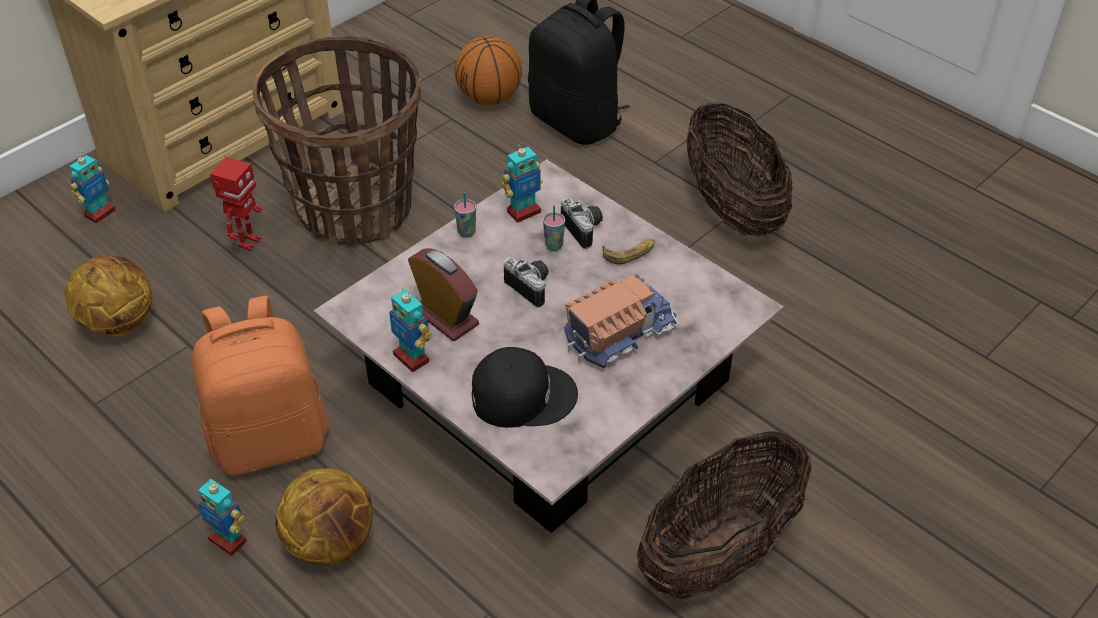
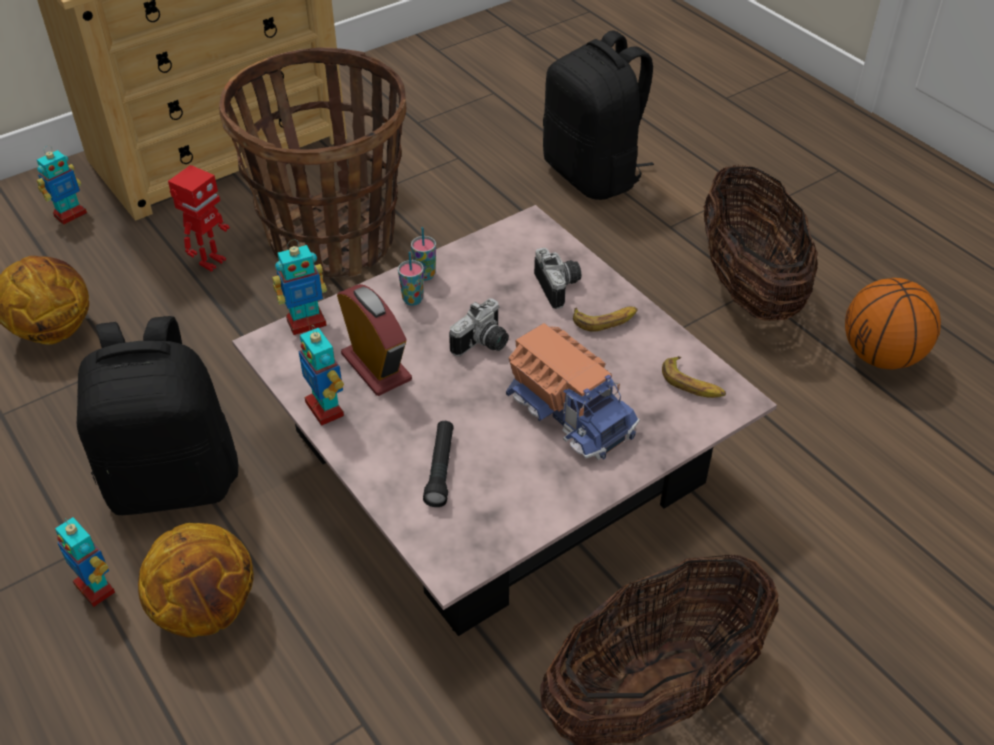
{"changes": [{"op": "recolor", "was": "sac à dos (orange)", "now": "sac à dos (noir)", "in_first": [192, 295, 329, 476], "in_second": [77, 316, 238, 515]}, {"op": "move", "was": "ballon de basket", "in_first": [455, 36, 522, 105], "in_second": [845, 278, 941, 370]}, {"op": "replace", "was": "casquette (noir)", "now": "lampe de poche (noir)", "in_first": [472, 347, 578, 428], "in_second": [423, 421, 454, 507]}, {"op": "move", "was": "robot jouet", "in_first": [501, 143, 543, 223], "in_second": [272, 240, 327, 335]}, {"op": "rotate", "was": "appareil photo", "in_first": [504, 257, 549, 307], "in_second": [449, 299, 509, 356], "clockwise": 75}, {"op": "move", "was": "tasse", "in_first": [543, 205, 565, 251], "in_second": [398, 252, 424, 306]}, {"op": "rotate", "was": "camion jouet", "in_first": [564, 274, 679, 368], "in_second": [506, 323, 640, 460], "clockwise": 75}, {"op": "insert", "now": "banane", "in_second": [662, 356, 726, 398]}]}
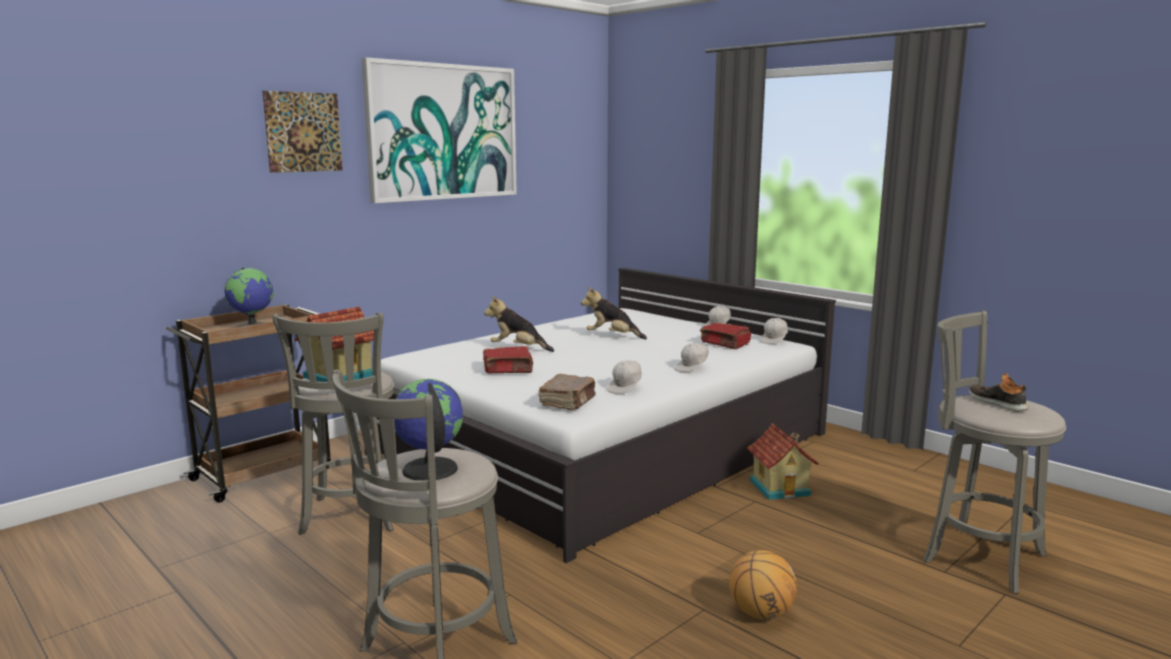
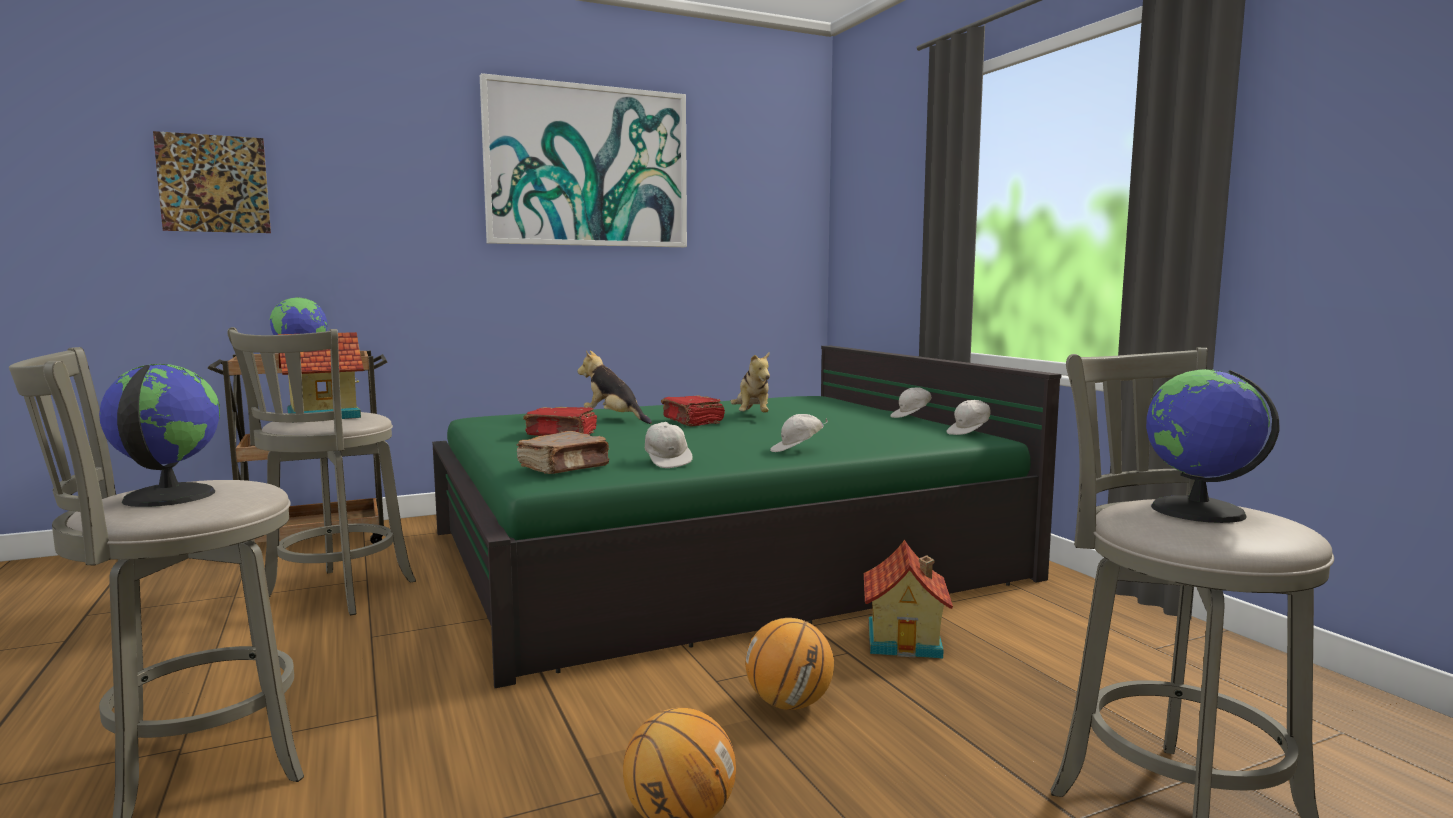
{"changes": [{"op": "move", "was": "tableau", "in_first": [262, 91, 342, 173], "in_second": [153, 131, 271, 233]}, {"op": "recolor", "was": "lit (blanc)", "now": "lit (vert)", "in_first": [364, 268, 836, 563], "in_second": [432, 346, 1061, 688]}, {"op": "rotate", "was": "peluche", "in_first": [581, 287, 647, 340], "in_second": [730, 352, 770, 412], "clockwise": -135}, {"op": "rotate", "was": "casquette (blanc)", "in_first": [607, 360, 642, 394], "in_second": [645, 422, 693, 468], "clockwise": -75}, {"op": "move", "was": "livre (rouge)", "in_first": [700, 323, 751, 349], "in_second": [661, 396, 725, 426]}, {"op": "replace", "was": "chaussure", "now": "globe", "in_first": [969, 373, 1029, 412], "in_second": [1146, 369, 1279, 523]}, {"op": "insert", "now": "ballon de basket", "in_second": [745, 618, 834, 710]}]}
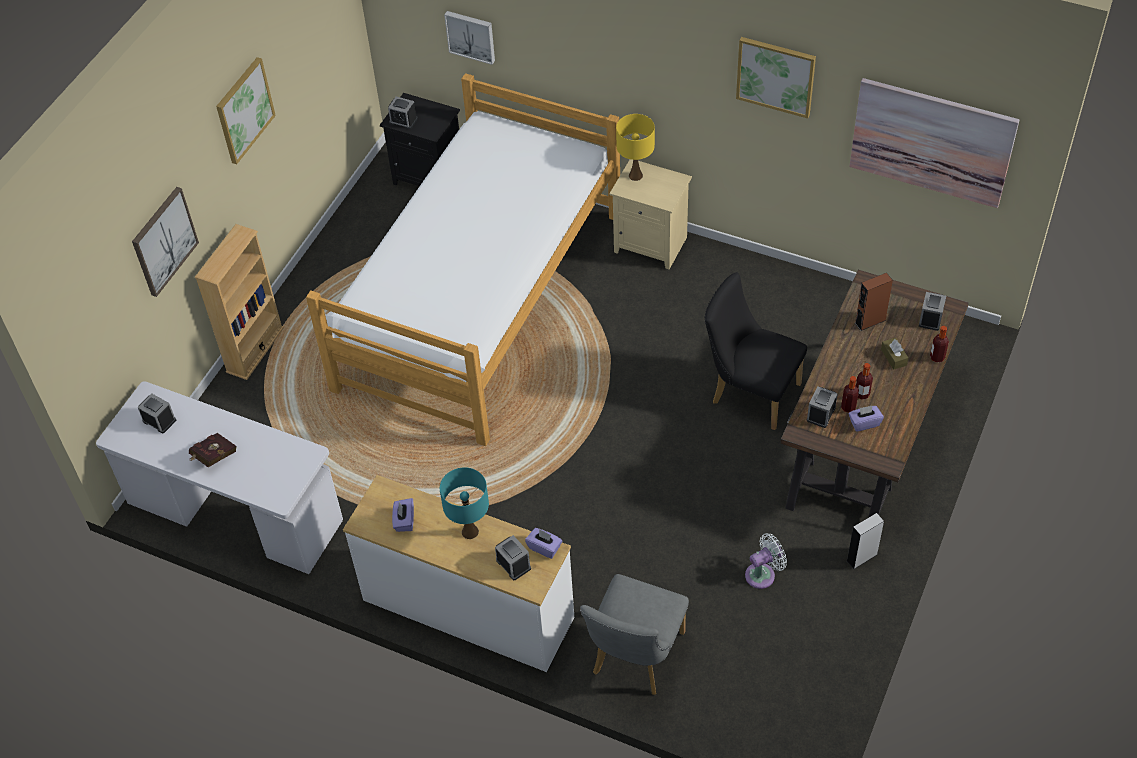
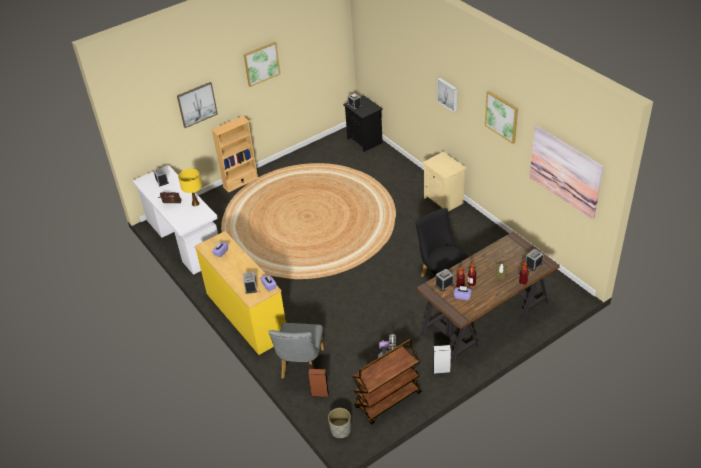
{"changes": [{"op": "delete", "was": "lit", "in_first": [306, 73, 620, 446]}, {"op": "recolor", "was": "commode (blanc)", "now": "commode (jaune)", "in_first": [343, 475, 574, 672], "in_second": [195, 231, 286, 355]}, {"op": "delete", "was": "lampe de table (turquoise)", "in_first": [440, 467, 489, 539]}, {"op": "move", "was": "tableau", "in_first": [444, 11, 495, 65], "in_second": [437, 78, 457, 112]}, {"op": "rotate", "was": "chaise (gris)", "in_first": [580, 574, 689, 695], "in_second": [268, 323, 324, 379], "clockwise": -45}, {"op": "move", "was": "lampe de table (jaune)", "in_first": [616, 114, 655, 181], "in_second": [178, 169, 202, 206]}, {"op": "move", "was": "enceinte (marron)", "in_first": [855, 273, 893, 331], "in_second": [308, 369, 329, 397]}, {"op": "insert", "now": "cache-pot (gris)", "in_second": [328, 408, 351, 438]}, {"op": "insert", "now": "chariot (marron)", "in_second": [352, 339, 421, 425]}]}
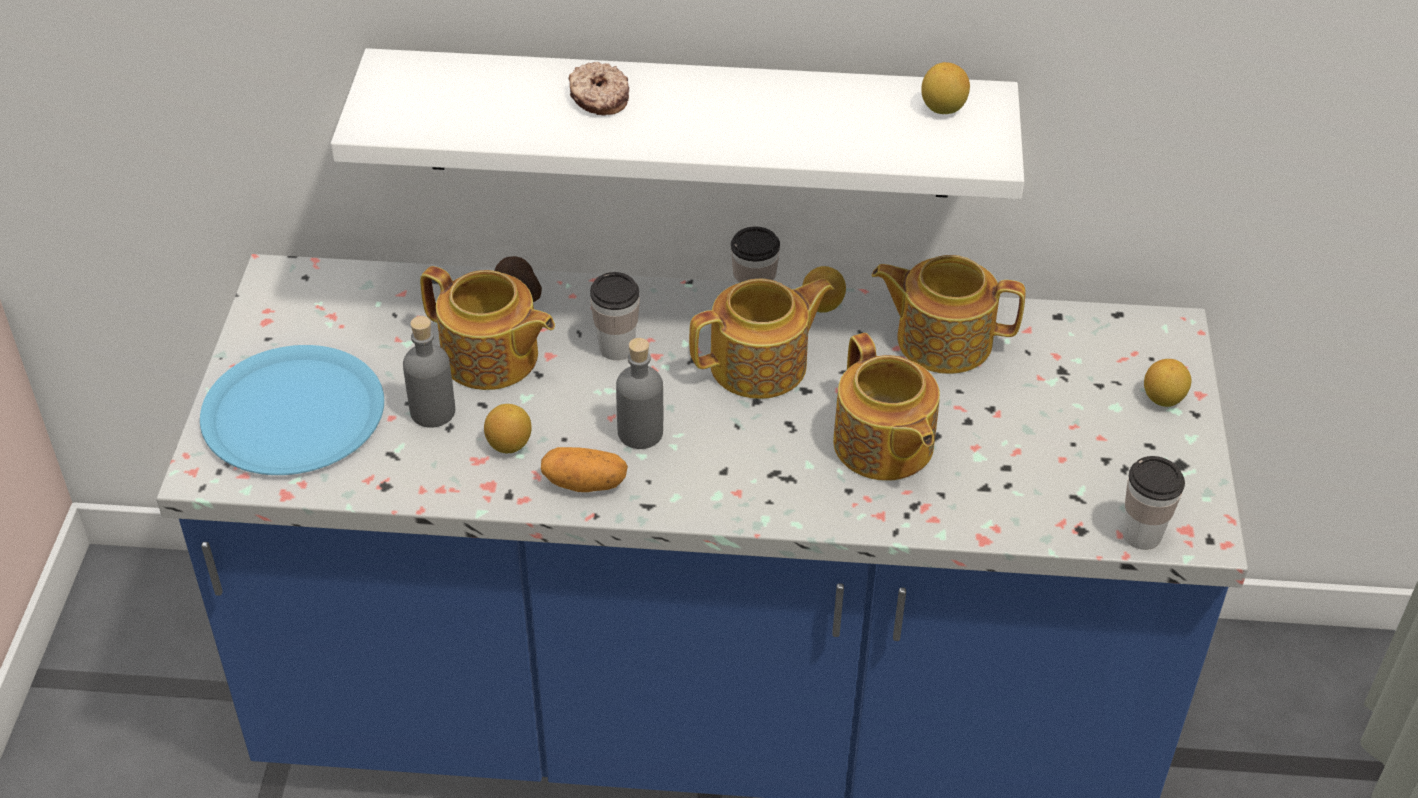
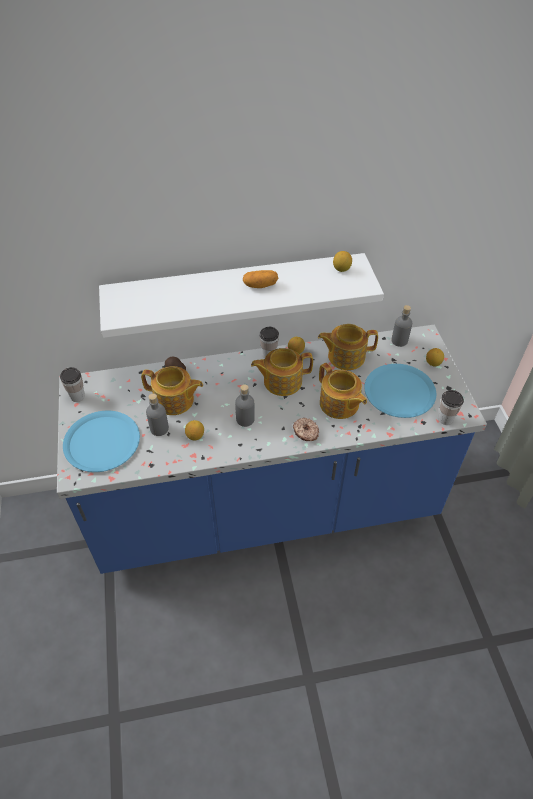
{"changes": [{"op": "move", "was": "pomme de terre", "in_first": [541, 447, 628, 492], "in_second": [243, 270, 279, 288]}, {"op": "move", "was": "beignet", "in_first": [568, 62, 629, 116], "in_second": [293, 418, 319, 441]}, {"op": "move", "was": "tasse", "in_first": [590, 272, 640, 360], "in_second": [60, 367, 85, 402]}, {"op": "rotate", "was": "théière", "in_first": [689, 278, 834, 399], "in_second": [251, 348, 313, 396], "clockwise": -150}, {"op": "insert", "now": "assiette (bleu)", "in_second": [364, 364, 436, 418]}, {"op": "insert", "now": "bouteille (gris)", "in_second": [391, 305, 412, 347]}]}
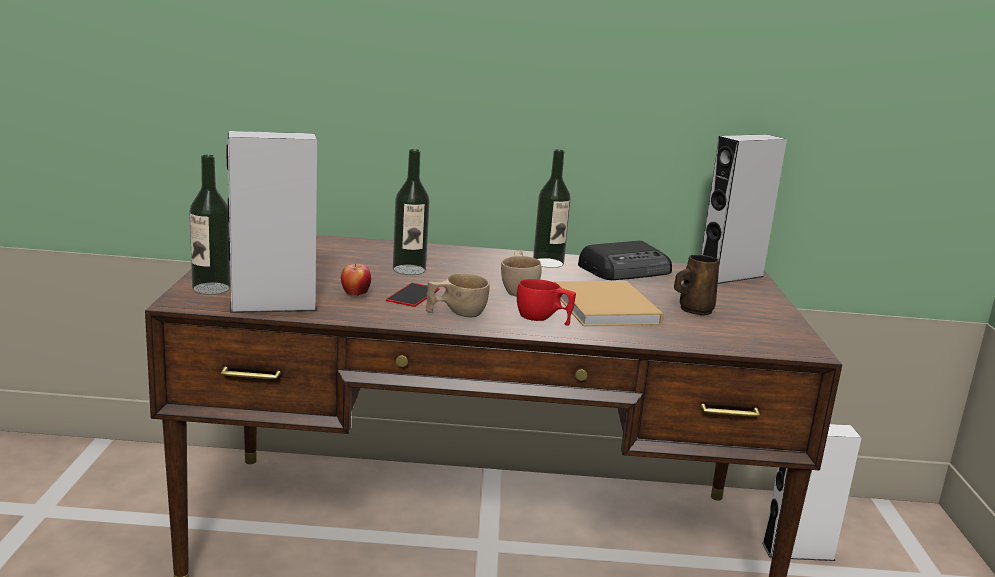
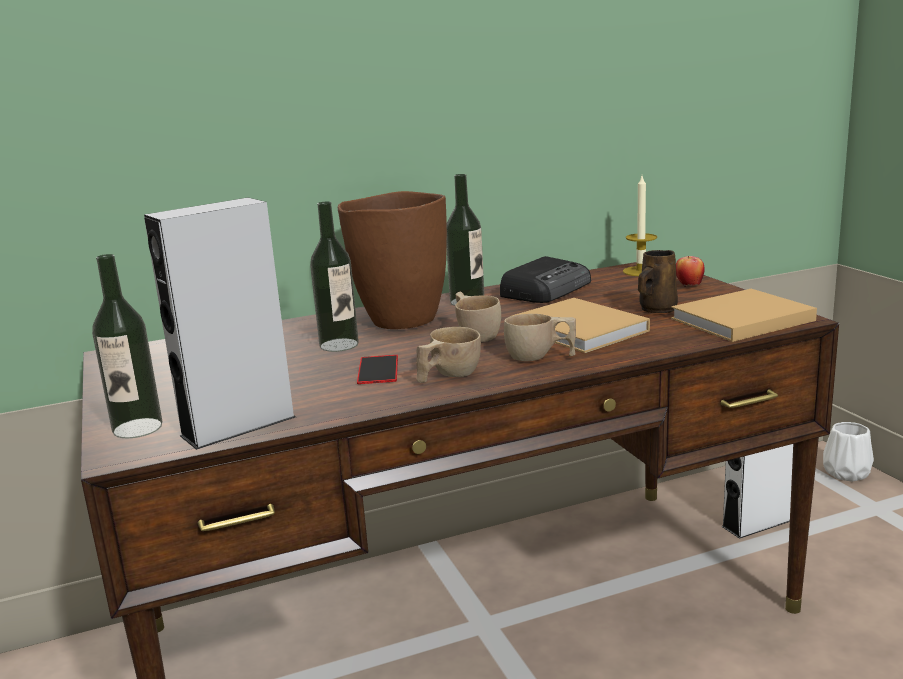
{"changes": [{"op": "move", "was": "pomme", "in_first": [341, 264, 371, 296], "in_second": [676, 256, 705, 287]}, {"op": "recolor", "was": "tasse (rouge)", "now": "tasse (beige)", "in_first": [517, 279, 576, 325], "in_second": [504, 314, 576, 361]}, {"op": "replace", "was": "enceinte (gris)", "now": "bougie", "in_first": [701, 134, 787, 284], "in_second": [623, 176, 657, 276]}, {"op": "insert", "now": "vase (marron)", "in_second": [338, 191, 447, 329]}, {"op": "insert", "now": "livre (beige)", "in_second": [671, 289, 817, 342]}, {"op": "insert", "now": "vase (blanc)", "in_second": [823, 422, 874, 482]}]}
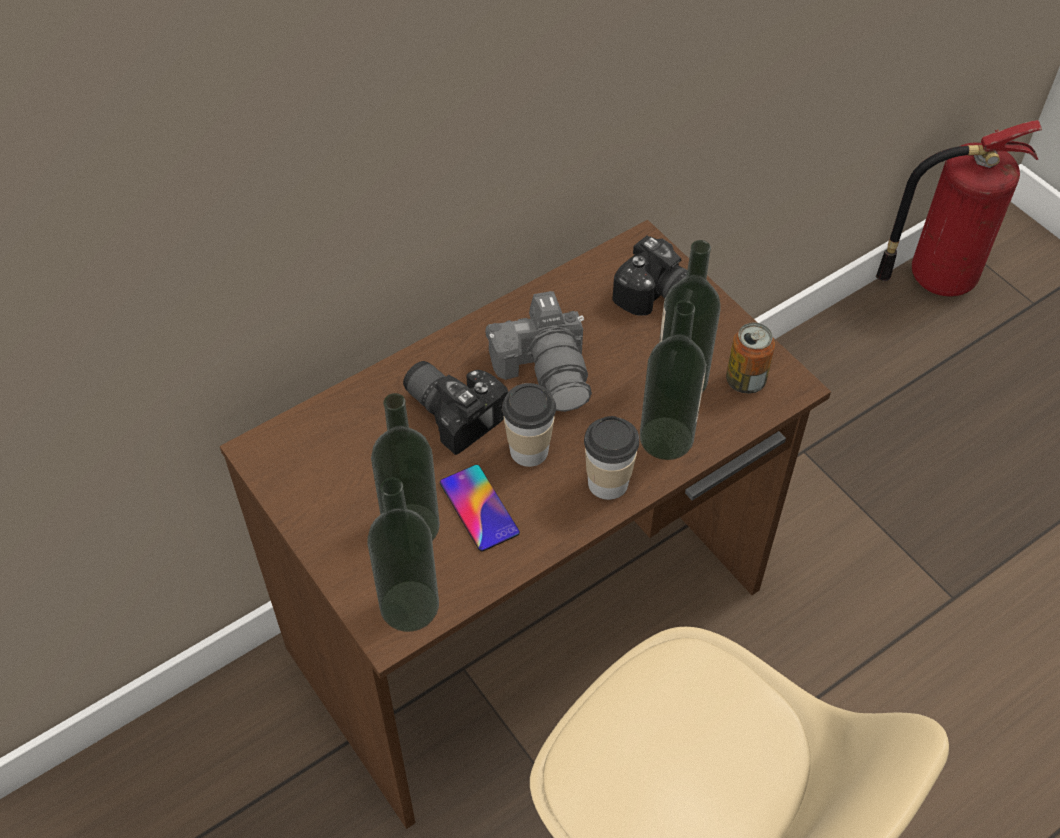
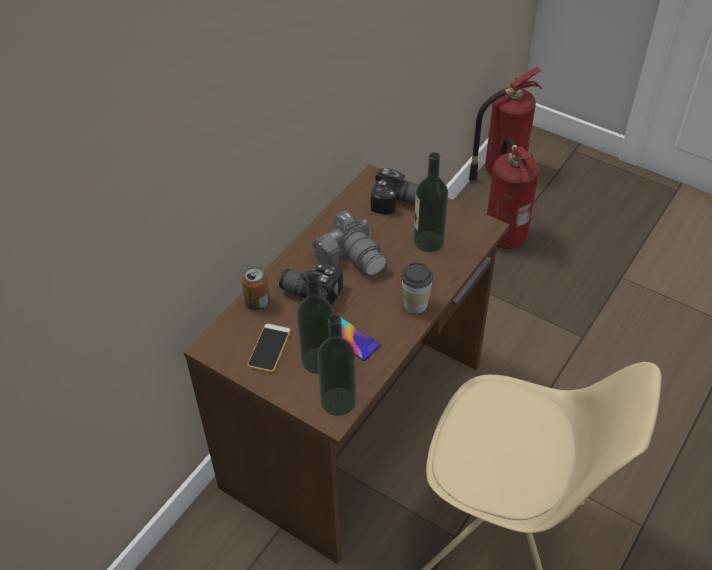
{"changes": [{"op": "delete", "was": "tasse", "in_first": [502, 383, 556, 467]}, {"op": "delete", "was": "bouteille", "in_first": [639, 300, 706, 460]}, {"op": "move", "was": "boîte métallique", "in_first": [726, 323, 775, 394], "in_second": [241, 266, 270, 310]}, {"op": "insert", "now": "téléphone", "in_second": [247, 323, 291, 372]}, {"op": "insert", "now": "extincteur", "in_second": [487, 138, 539, 249]}]}
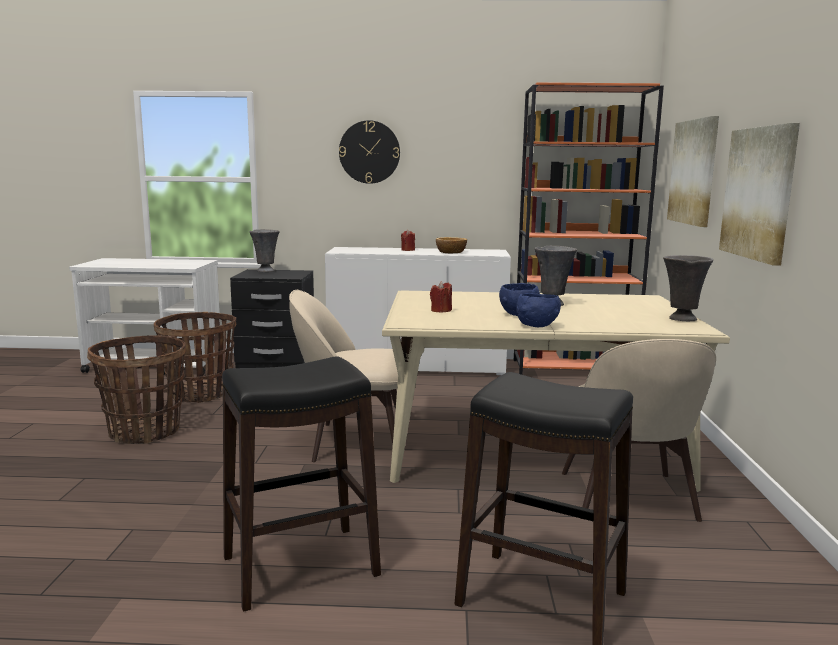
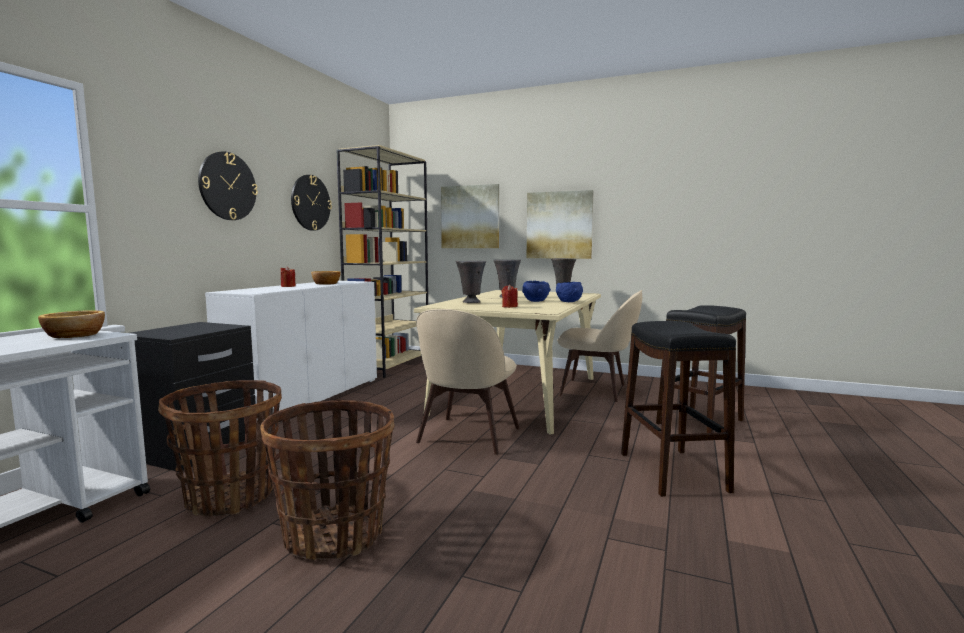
{"changes": [{"op": "move", "was": "vase (gris)", "in_first": [249, 229, 280, 272], "in_second": [456, 261, 486, 303]}, {"op": "recolor", "was": "bibliothèque (orange)", "now": "bibliothèque (beige)", "in_first": [514, 82, 664, 375], "in_second": [337, 145, 428, 378]}, {"op": "insert", "now": "bol", "in_second": [38, 310, 105, 338]}, {"op": "insert", "now": "horloge murale", "in_second": [291, 175, 332, 231]}]}
